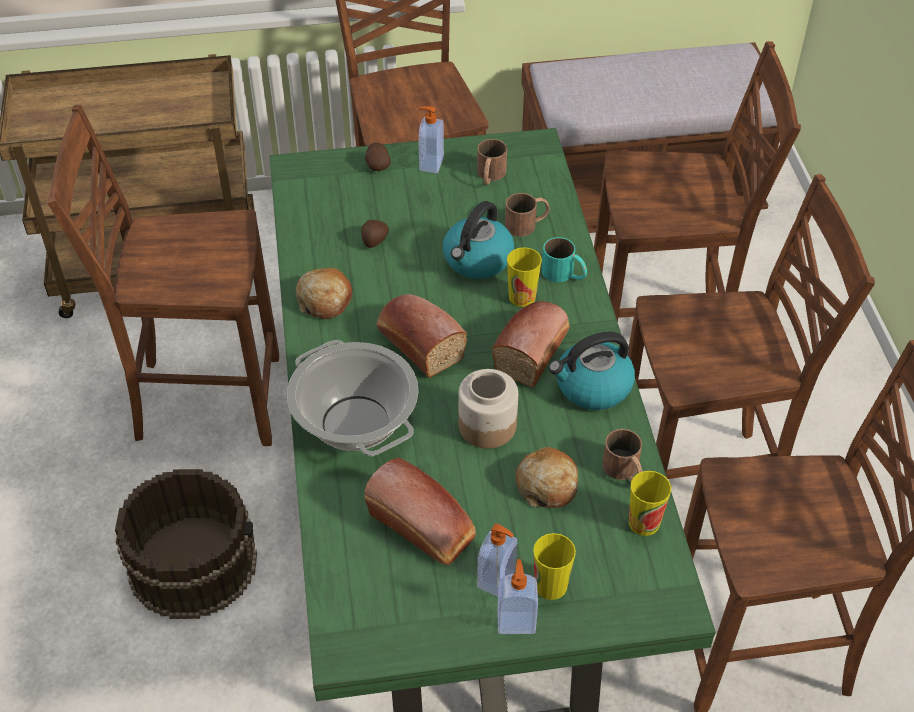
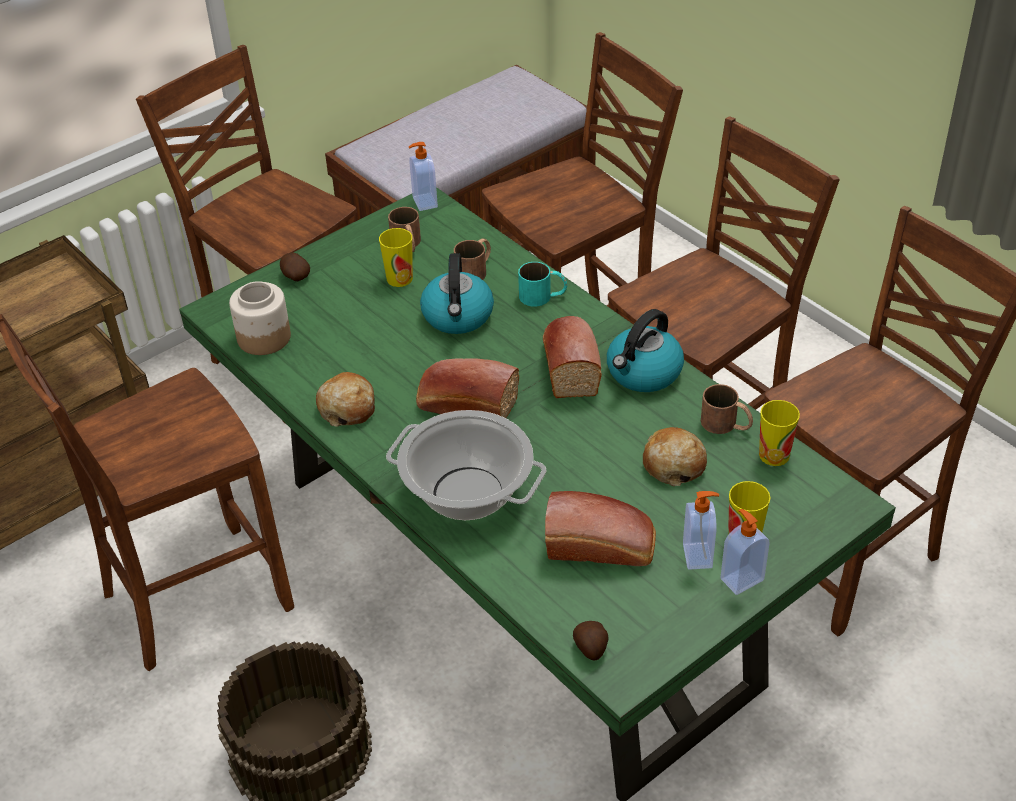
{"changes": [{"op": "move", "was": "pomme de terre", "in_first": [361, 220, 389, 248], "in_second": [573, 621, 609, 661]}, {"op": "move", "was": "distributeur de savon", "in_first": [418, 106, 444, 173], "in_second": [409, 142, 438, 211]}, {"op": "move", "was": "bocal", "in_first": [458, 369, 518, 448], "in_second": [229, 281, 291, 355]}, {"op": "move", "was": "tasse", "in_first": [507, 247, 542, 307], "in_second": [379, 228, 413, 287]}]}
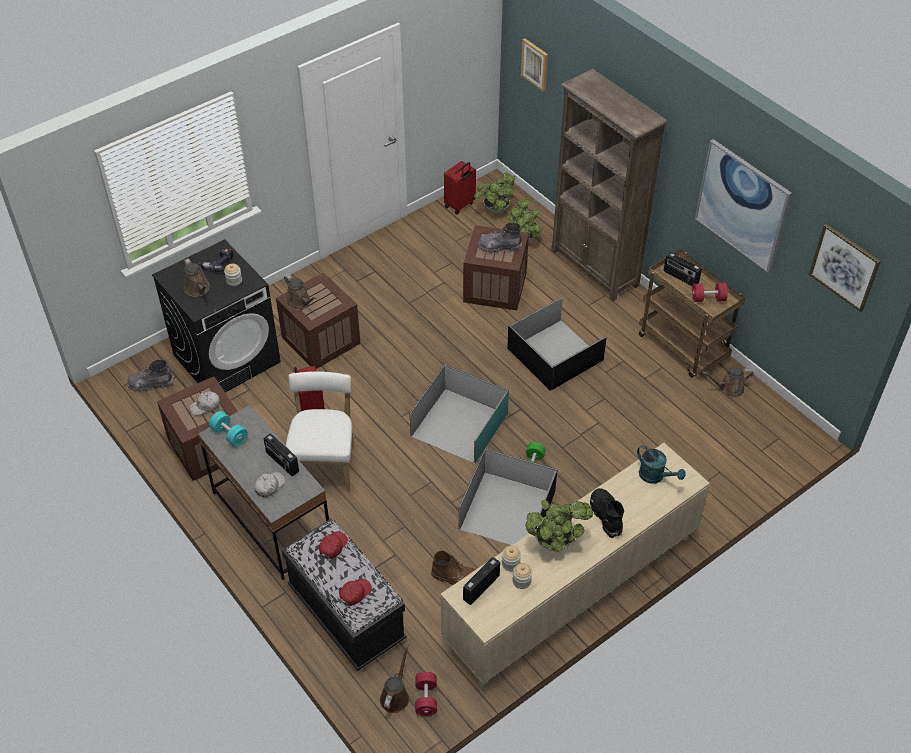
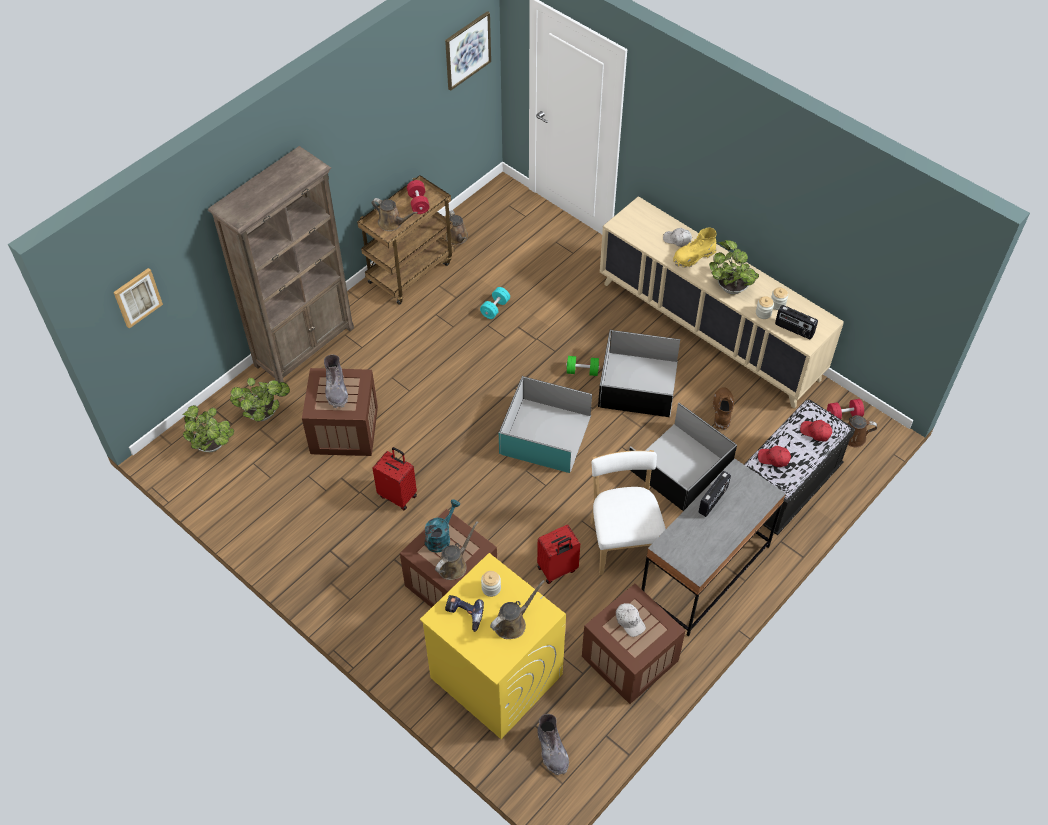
{"changes": [{"op": "recolor", "was": "lave-linge (noir)", "now": "lave-linge (jaune)", "in_first": [152, 239, 281, 392], "in_second": [420, 553, 566, 739]}, {"op": "move", "was": "haltère (turquoise)", "in_first": [209, 411, 248, 446], "in_second": [480, 287, 510, 319]}, {"op": "move", "was": "casquette (blanc)", "in_first": [255, 472, 285, 497], "in_second": [663, 228, 692, 247]}, {"op": "rotate", "was": "chaise (blanc)", "in_first": [286, 371, 354, 491], "in_second": [590, 450, 666, 575], "clockwise": 90}, {"op": "move", "was": "valise (rouge)", "in_first": [444, 161, 476, 215], "in_second": [373, 447, 417, 510]}, {"op": "move", "was": "boîte de rangement (noir)", "in_first": [507, 297, 607, 391], "in_second": [629, 403, 737, 511]}, {"op": "recolor", "was": "botte (noir)", "now": "botte (jaune)", "in_first": [590, 488, 624, 538], "in_second": [673, 227, 717, 268]}, {"op": "move", "was": "arrosoir (turquoise)", "in_first": [637, 445, 686, 484], "in_second": [425, 499, 460, 553]}, {"op": "replace", "was": "radio", "now": "arrosoir (marron)", "in_first": [664, 252, 702, 286], "in_second": [372, 198, 418, 231]}, {"op": "delete", "was": "tableau", "in_first": [695, 139, 792, 273]}]}
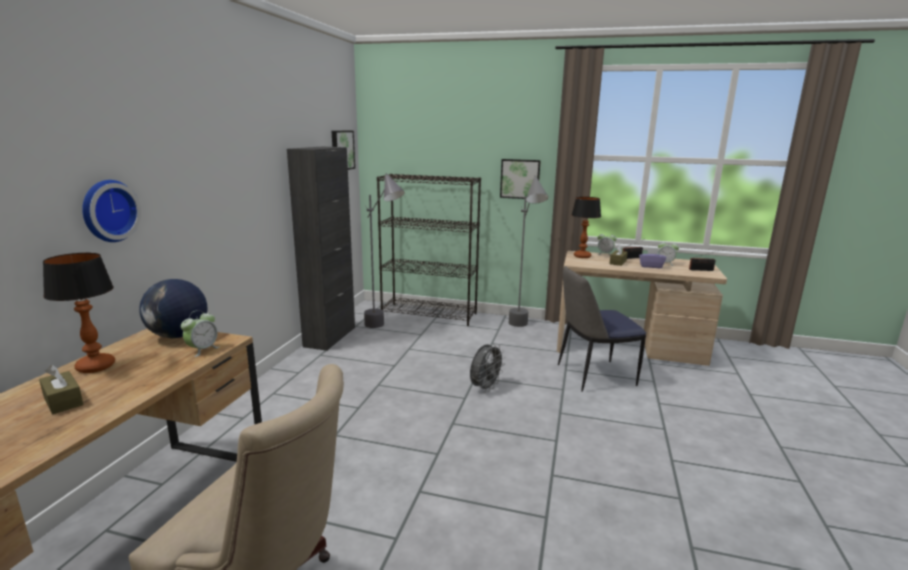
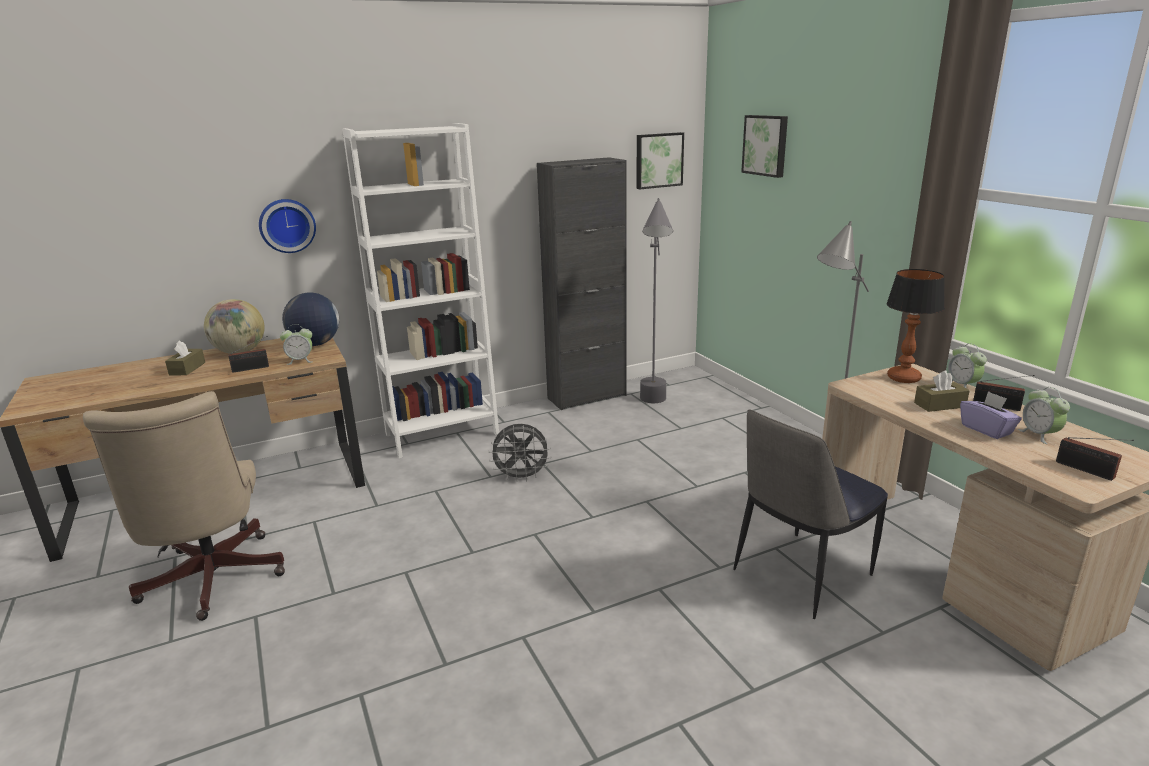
{"changes": [{"op": "replace", "was": "lampe de table", "now": "globe", "in_first": [43, 253, 115, 373], "in_second": [204, 299, 265, 354]}, {"op": "delete", "was": "bibliothèque (noir)", "in_first": [377, 174, 481, 326]}, {"op": "move", "was": "ventilateur (gris)", "in_first": [470, 344, 505, 392], "in_second": [488, 424, 551, 482]}, {"op": "move", "was": "tableau", "in_first": [500, 159, 541, 199], "in_second": [741, 115, 788, 178]}, {"op": "rotate", "was": "chaise", "in_first": [558, 266, 646, 392], "in_second": [733, 409, 888, 619], "clockwise": -75}, {"op": "insert", "now": "radio", "in_second": [229, 336, 269, 373]}, {"op": "insert", "now": "bibliothèque (blanc)", "in_second": [342, 123, 499, 458]}]}
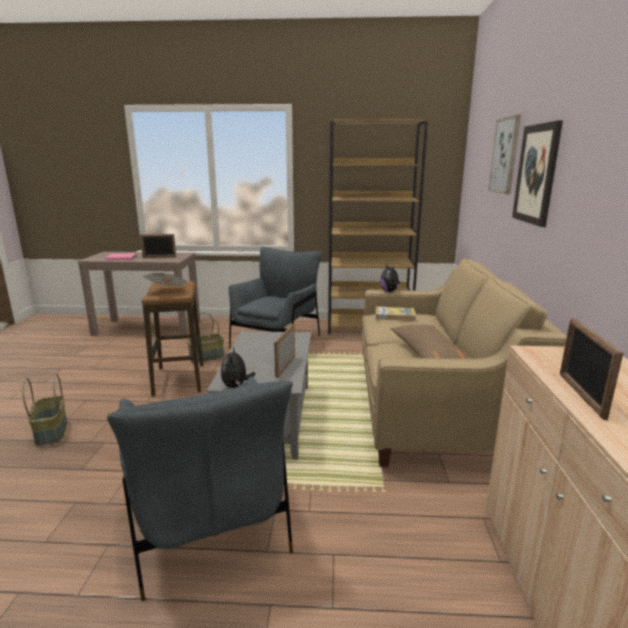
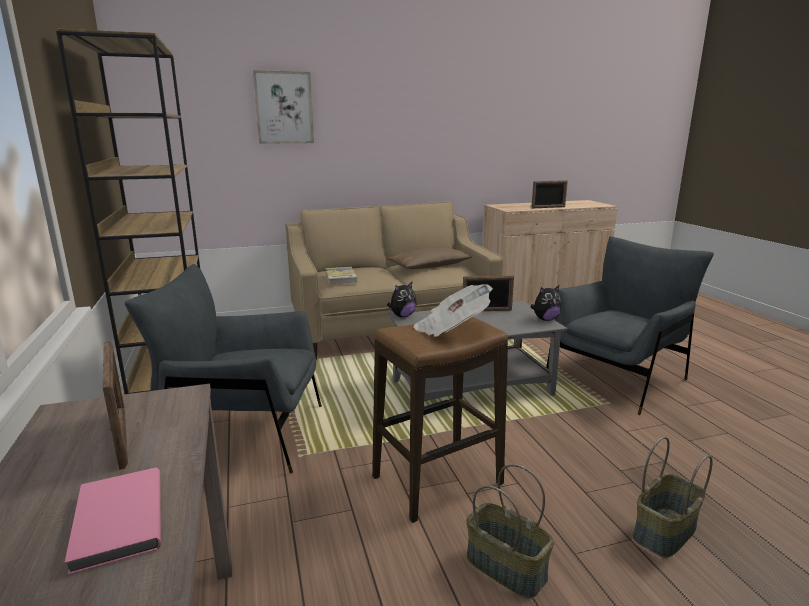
{"changes": [{"op": "move", "was": "panier", "in_first": [187, 312, 224, 363], "in_second": [466, 464, 554, 598]}, {"op": "move", "was": "peluche", "in_first": [380, 264, 401, 292], "in_second": [387, 282, 417, 317]}, {"op": "delete", "was": "tableau", "in_first": [512, 120, 563, 227]}]}
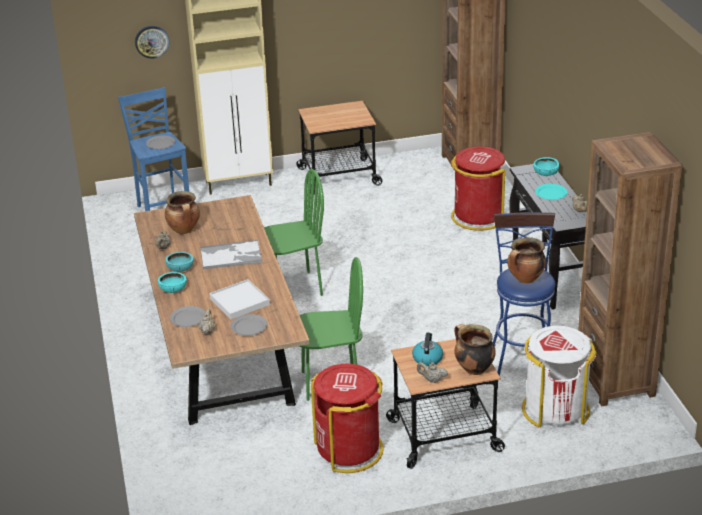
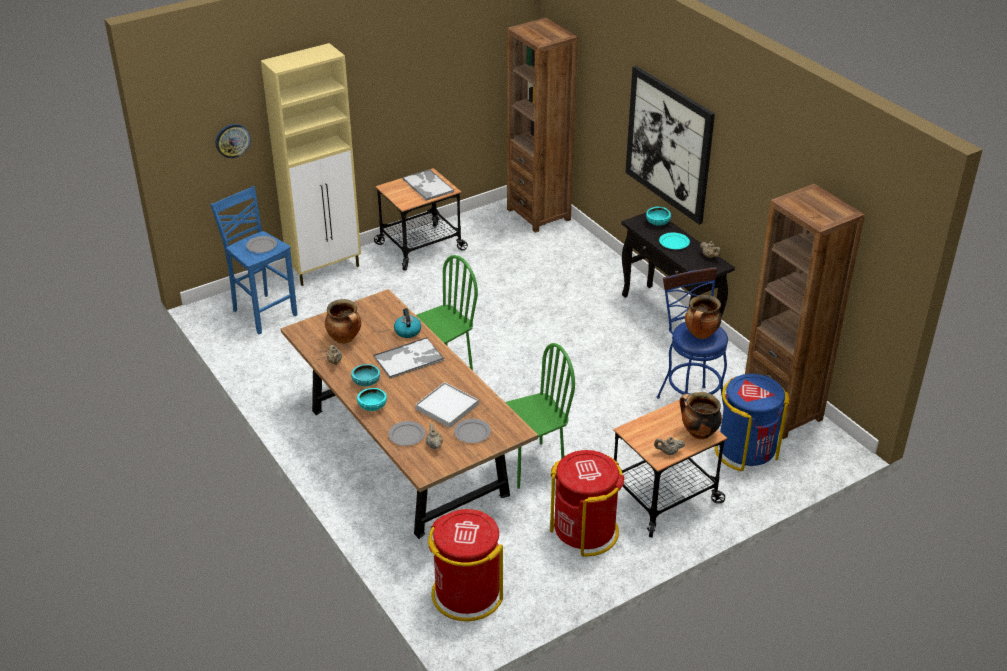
{"changes": [{"op": "move", "was": "bouilloire", "in_first": [412, 333, 443, 366], "in_second": [394, 308, 421, 338]}, {"op": "move", "was": "poubelle (rouge)", "in_first": [451, 147, 505, 231], "in_second": [428, 509, 503, 621]}, {"op": "recolor", "was": "poubelle (blanc)", "now": "poubelle (bleu)", "in_first": [522, 326, 597, 428], "in_second": [715, 374, 790, 471]}, {"op": "insert", "now": "plateau", "in_second": [402, 169, 454, 201]}, {"op": "insert", "now": "tableau", "in_second": [625, 66, 715, 225]}]}
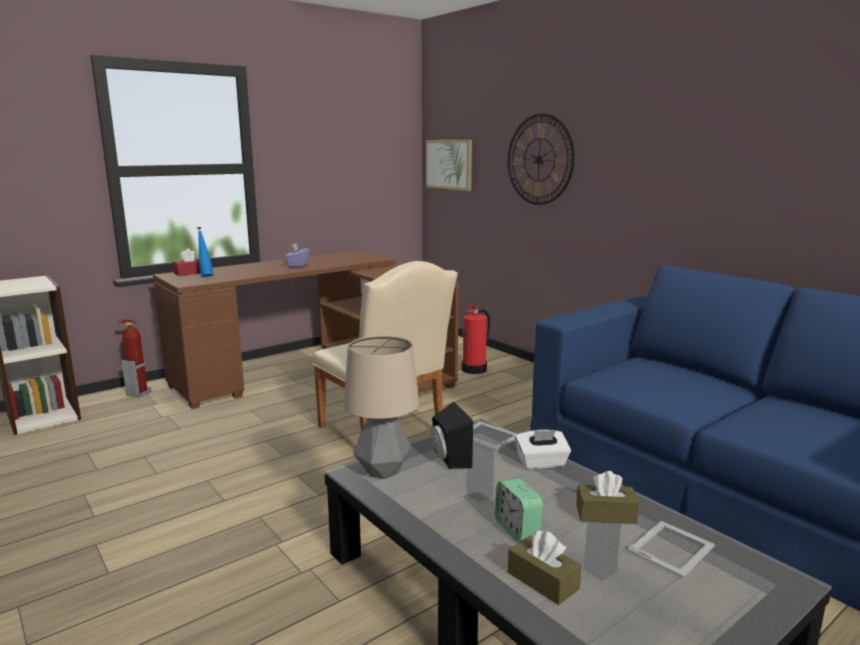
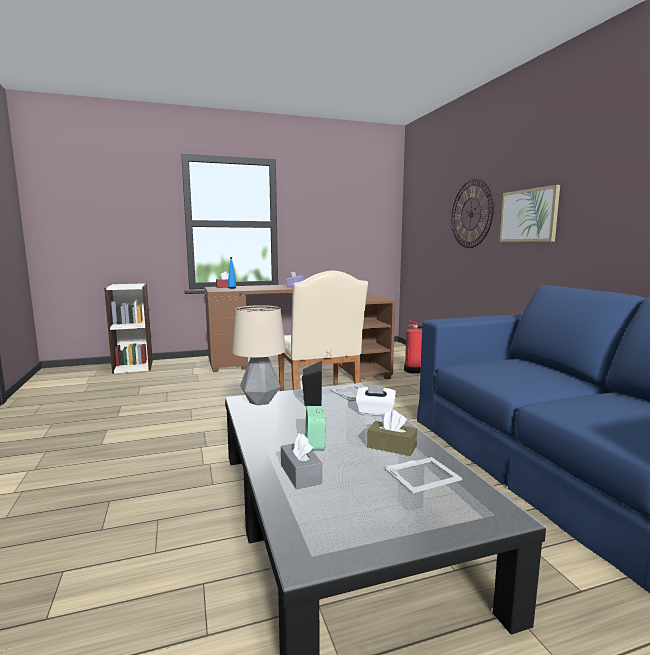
{"changes": [{"op": "delete", "was": "extincteur", "in_first": [117, 319, 151, 397]}, {"op": "move", "was": "tableau", "in_first": [426, 140, 472, 191], "in_second": [500, 185, 560, 242]}, {"op": "recolor", "was": "boîte à mouchoirs (marron)", "now": "boîte à mouchoirs (gris)", "in_first": [508, 531, 582, 605], "in_second": [281, 433, 322, 489]}]}
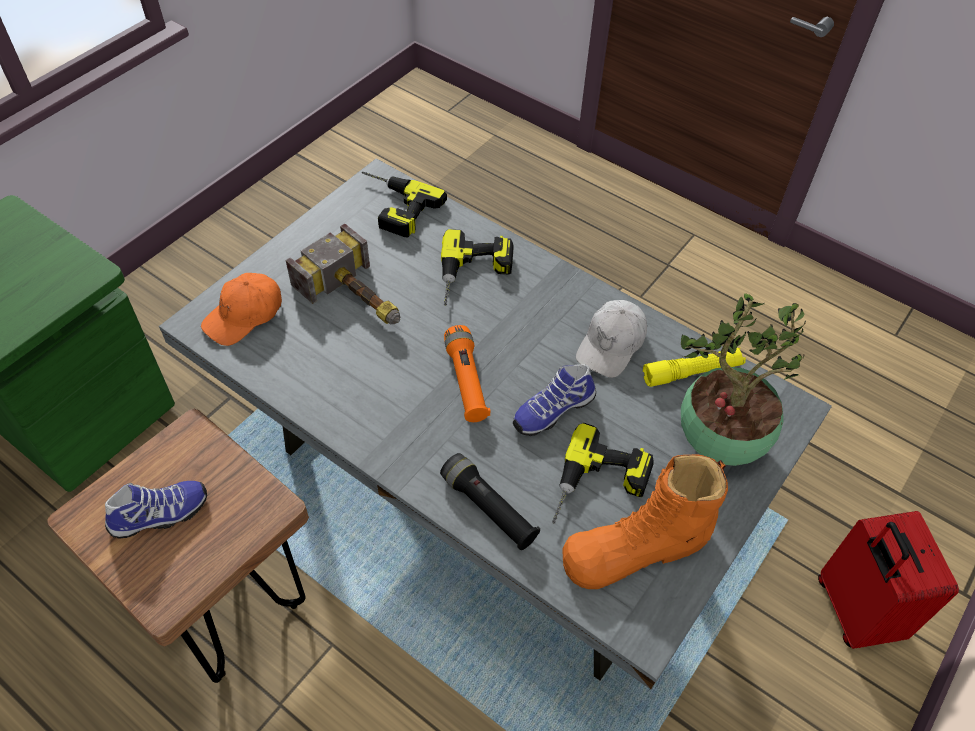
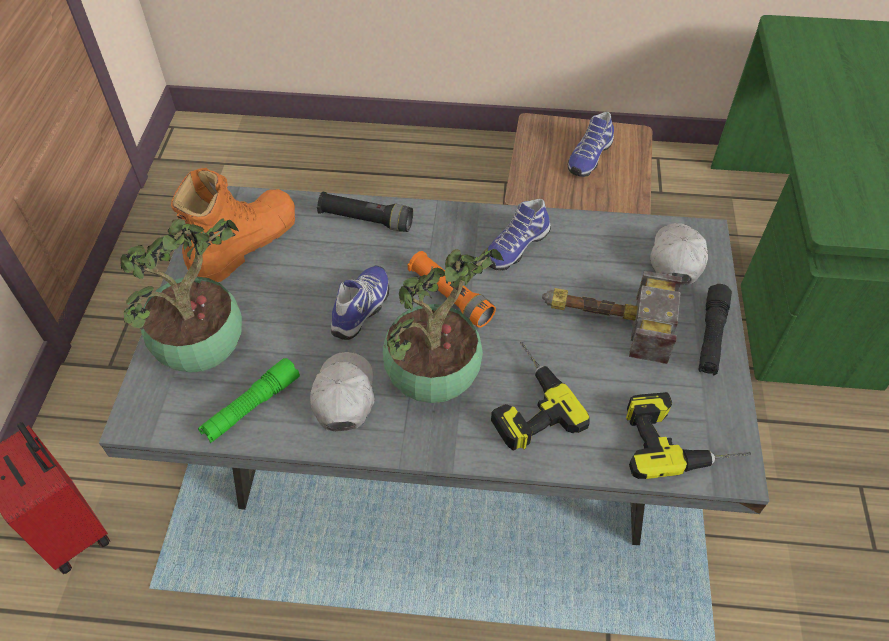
{"changes": [{"op": "recolor", "was": "casquette (orange)", "now": "casquette (blanc)", "in_first": [201, 273, 282, 346], "in_second": [650, 223, 708, 285]}, {"op": "delete", "was": "perceuse", "in_first": [552, 422, 653, 524]}, {"op": "recolor", "was": "lampe de poche (jaune)", "now": "lampe de poche (vert)", "in_first": [643, 348, 746, 387], "in_second": [198, 358, 300, 443]}, {"op": "insert", "now": "plante en pot", "in_second": [383, 248, 504, 403]}, {"op": "insert", "now": "chaussure", "in_second": [488, 199, 551, 271]}, {"op": "insert", "now": "lampe de poche (noir)", "in_second": [699, 284, 732, 376]}]}
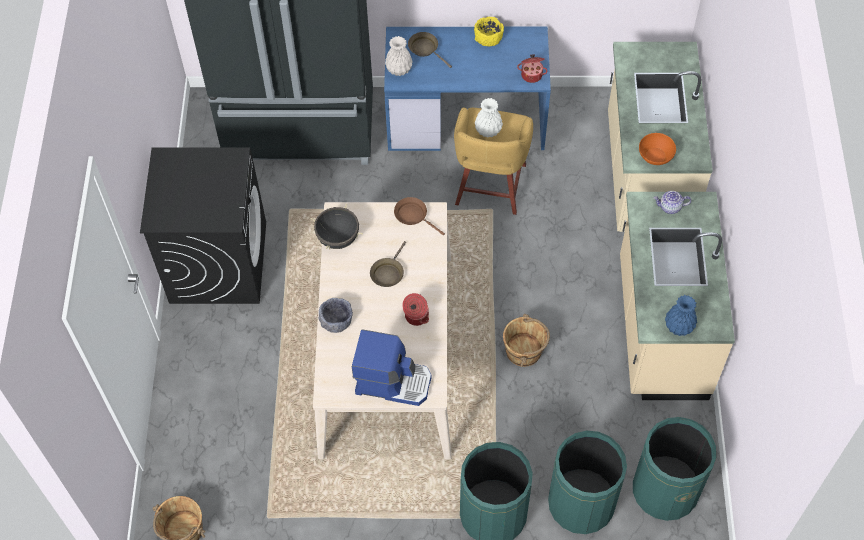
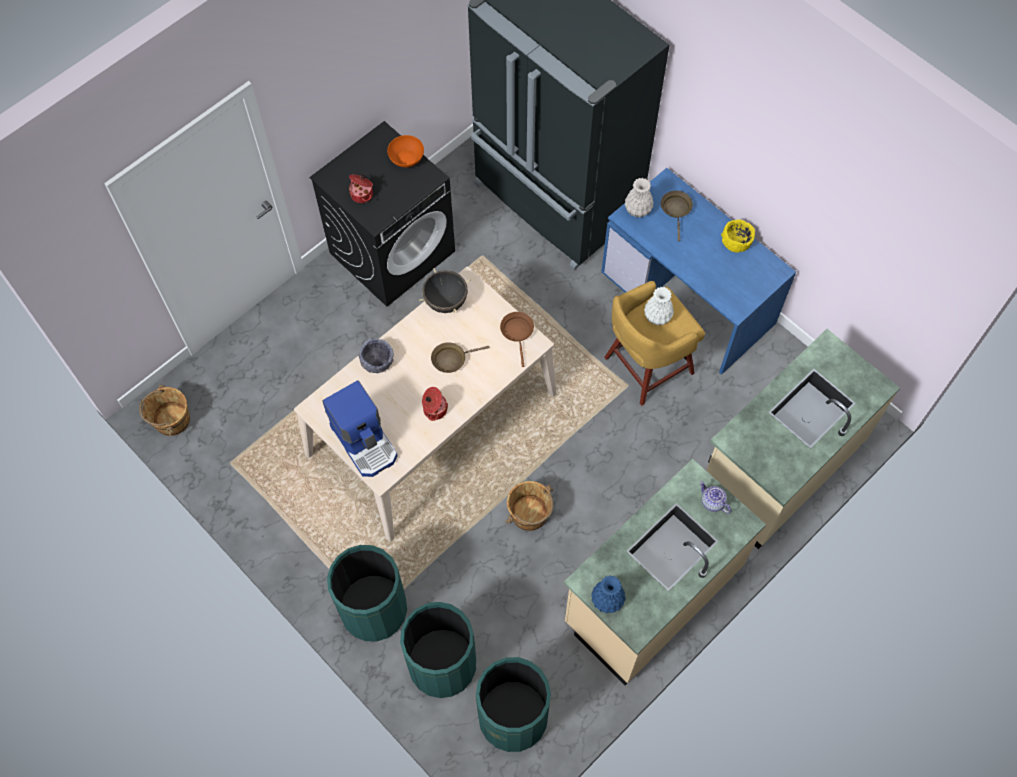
{"changes": [{"op": "move", "was": "marmite", "in_first": [517, 54, 547, 83], "in_second": [349, 174, 373, 203]}, {"op": "move", "was": "bol (orange)", "in_first": [639, 133, 676, 165], "in_second": [387, 135, 424, 167]}]}
